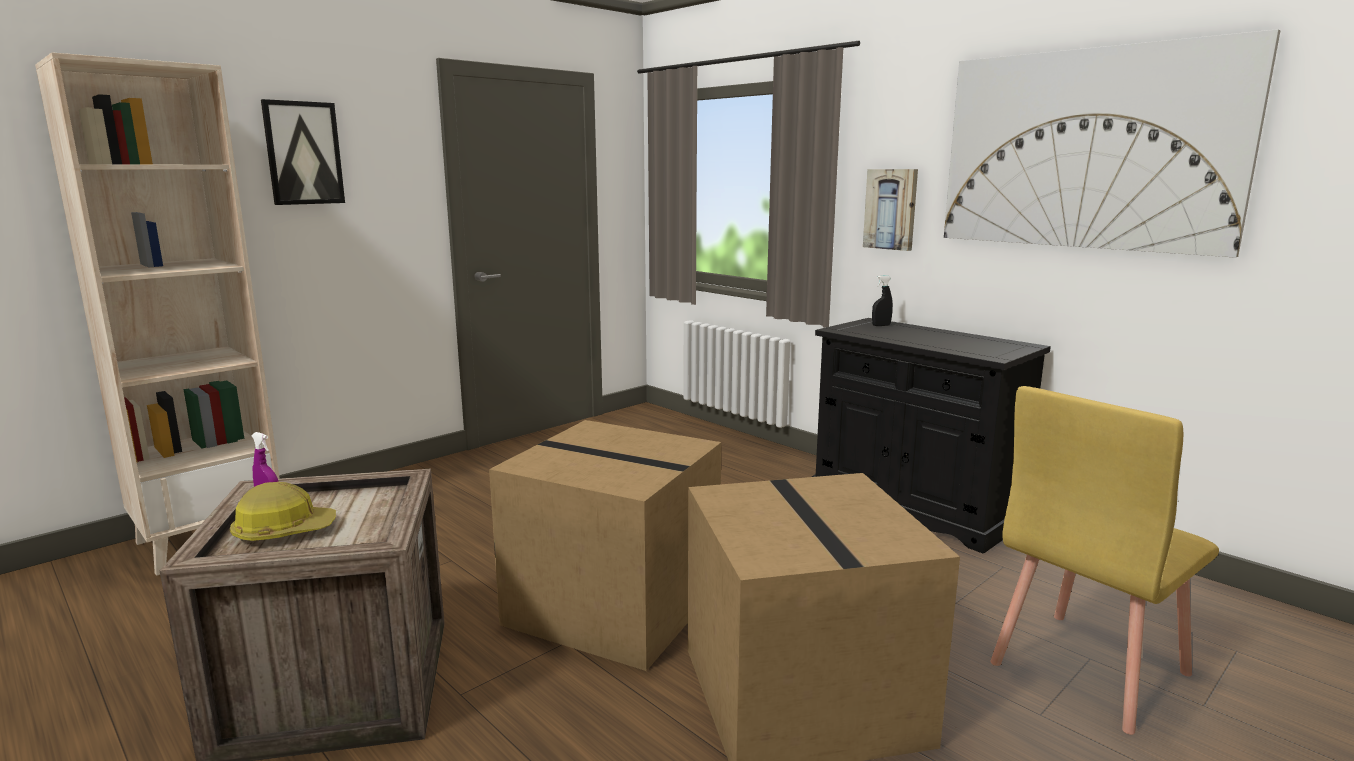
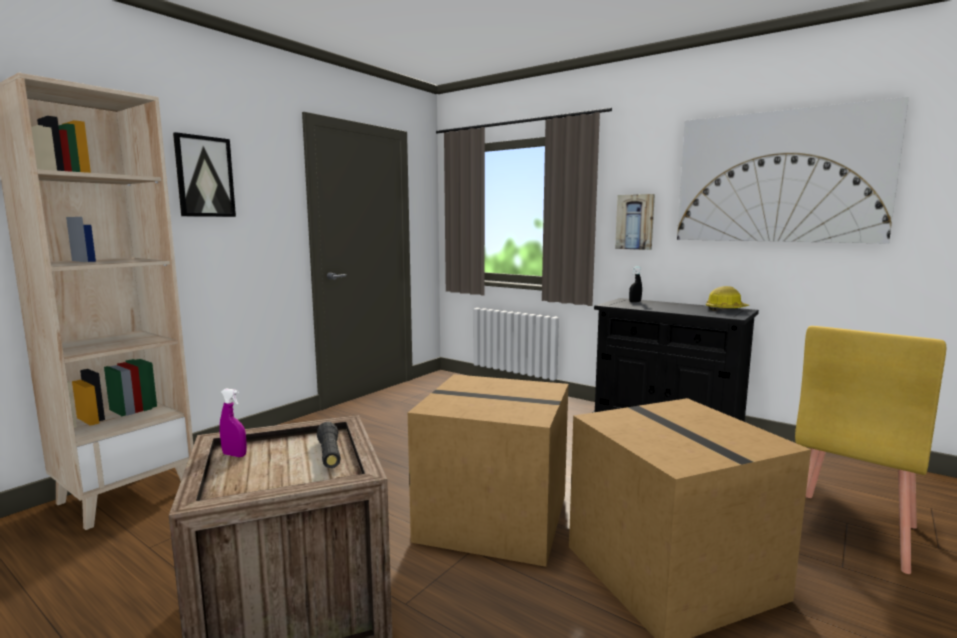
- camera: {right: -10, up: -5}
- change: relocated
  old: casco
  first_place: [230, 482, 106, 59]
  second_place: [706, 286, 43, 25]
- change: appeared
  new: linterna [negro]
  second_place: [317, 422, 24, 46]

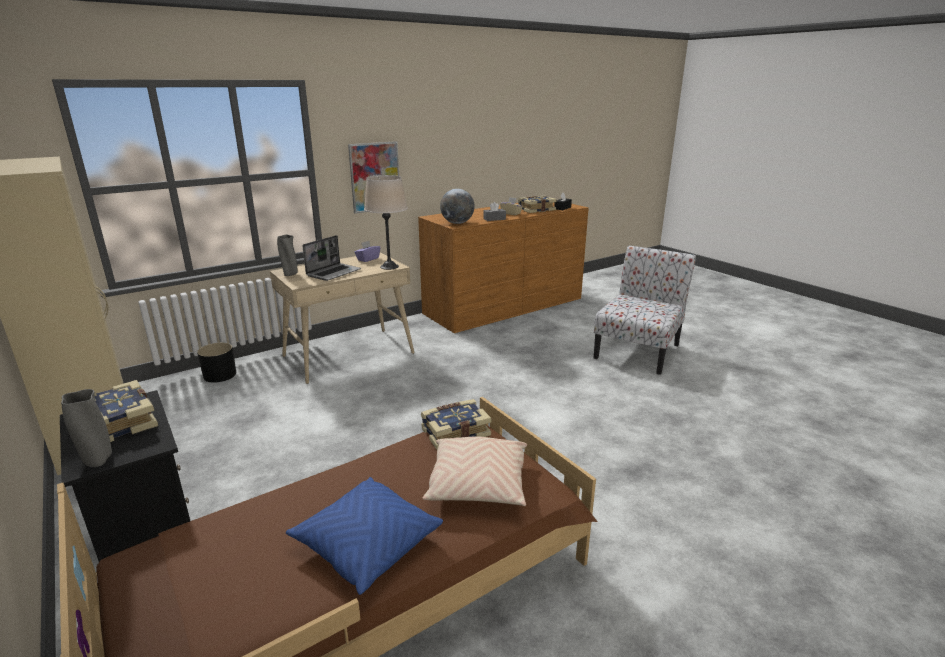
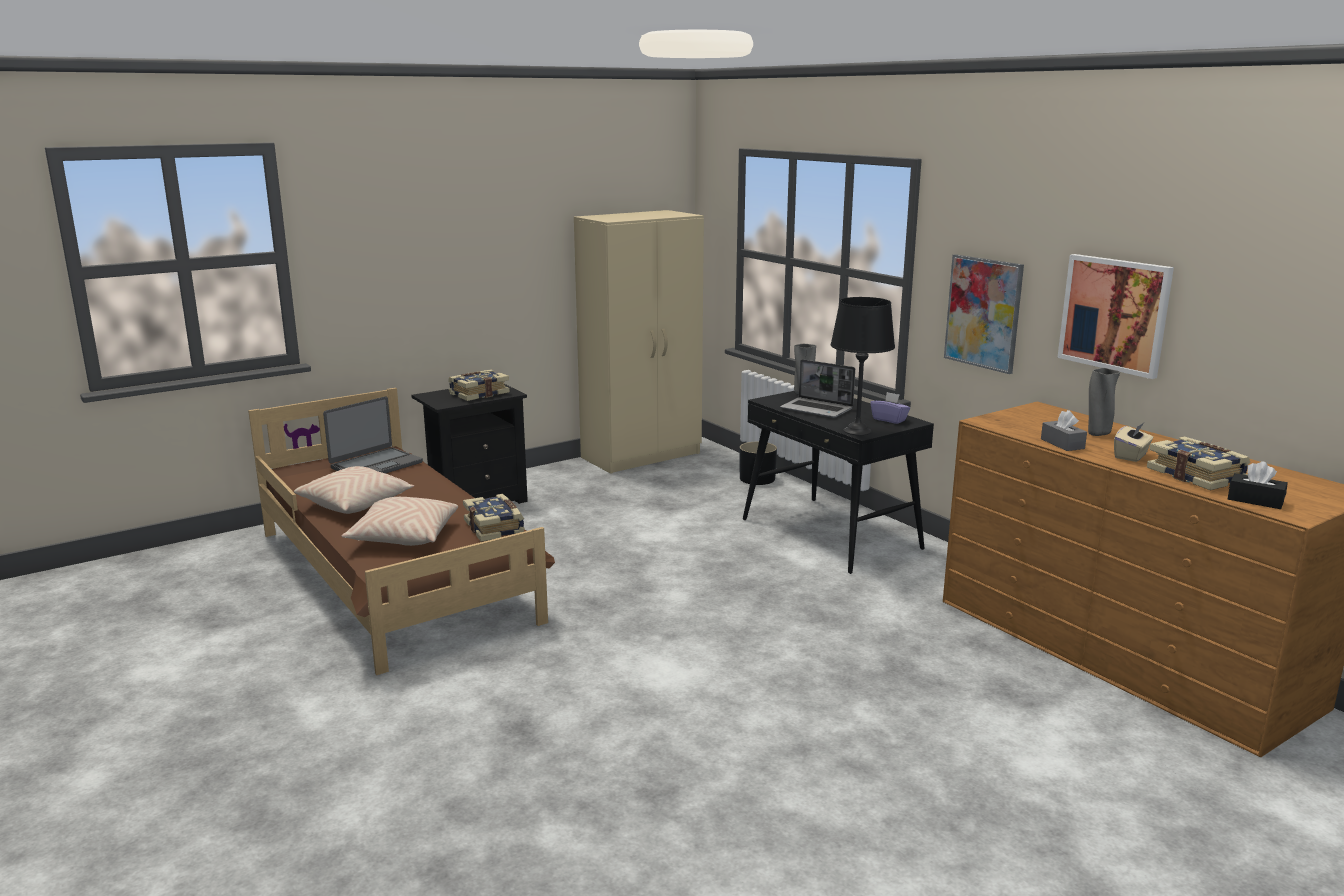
- camera: {right: 90, up: -5}
- change: relocated
  old: florero [gris]
  first_place: [61, 389, 51, 78]
  second_place: [1088, 368, 32, 68]
- change: colour
  old: escritorio [beis]
  new: escritorio [negro]
  first_place: [270, 253, 144, 131]
  second_place: [743, 391, 191, 183]
- change: colour
  old: cojín [azul]
  new: cojín [beis]
  first_place: [286, 477, 157, 118]
  second_place: [294, 466, 120, 48]
- change: colour
  old: lámpara de mesa [beis]
  new: lámpara de mesa [negro]
  first_place: [364, 175, 44, 95]
  second_place: [831, 297, 64, 138]
- change: missing
  old: globo terráqueo
  first_place: [440, 189, 35, 35]
- change: missing
  old: silla
  first_place: [594, 246, 102, 129]
- change: appeared
  new: portátil
  second_place: [323, 396, 100, 77]
- change: appeared
  new: cuadro
  second_place: [1057, 254, 117, 125]

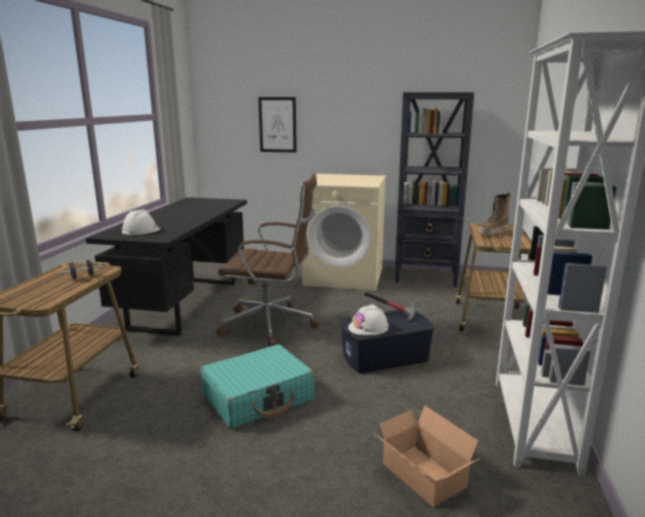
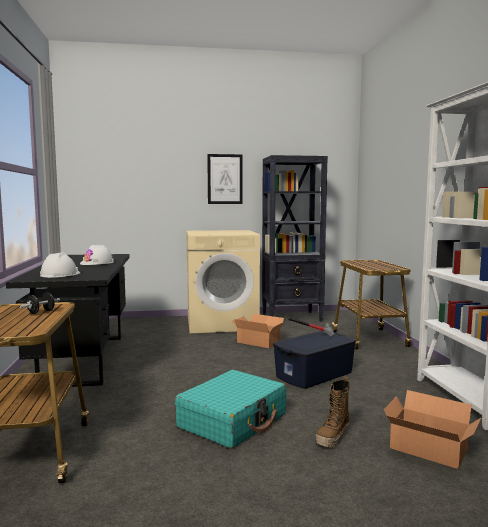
- camera: {right: -20, up: -10}
- change: missing
  old: silla de oficina [marrón]
  first_place: [216, 173, 103, 174]
- change: relocated
  old: cuadro
  first_place: [258, 97, 39, 56]
  second_place: [207, 154, 36, 50]
- change: relocated
  old: casco [blanco]
  first_place: [348, 304, 41, 32]
  second_place: [80, 245, 34, 20]
- change: relocated
  old: bota
  first_place: [478, 192, 33, 44]
  second_place: [316, 377, 33, 70]
- change: appeared
  new: caja de cartón
  second_place: [233, 314, 51, 34]

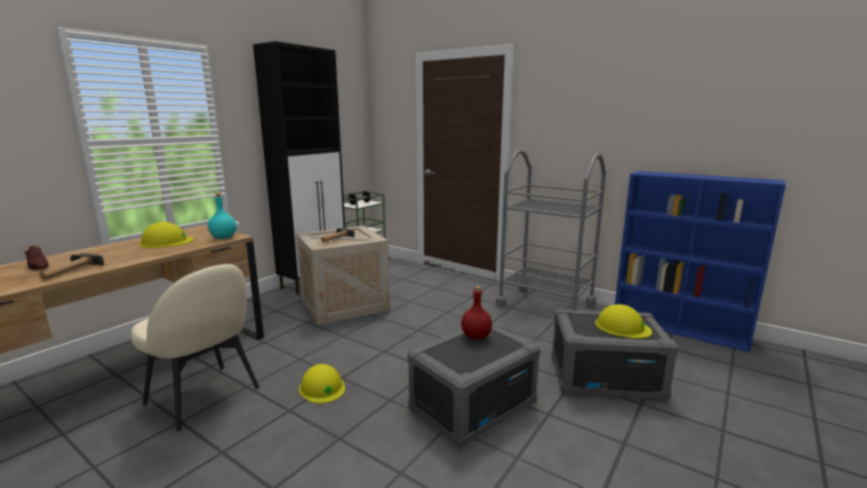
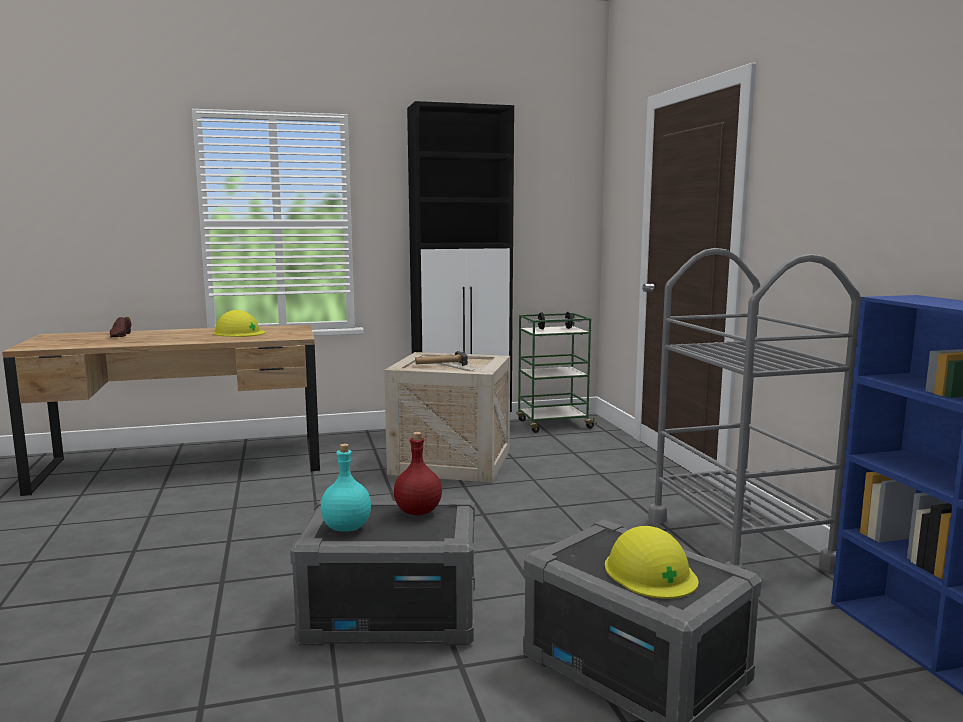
- camera: {right: 40, up: -5}
- change: missing
  old: martillo
  first_place: [39, 254, 65, 26]
- change: missing
  old: silla [beis]
  first_place: [131, 264, 128, 167]
- change: relocated
  old: botella [turquesa]
  first_place: [208, 193, 28, 46]
  second_place: [321, 444, 50, 88]
- change: missing
  old: casco [amarillo]
  first_place: [299, 364, 46, 40]

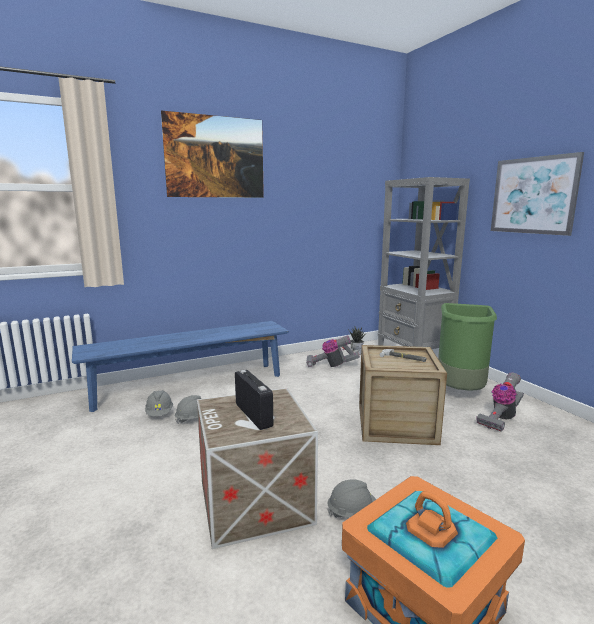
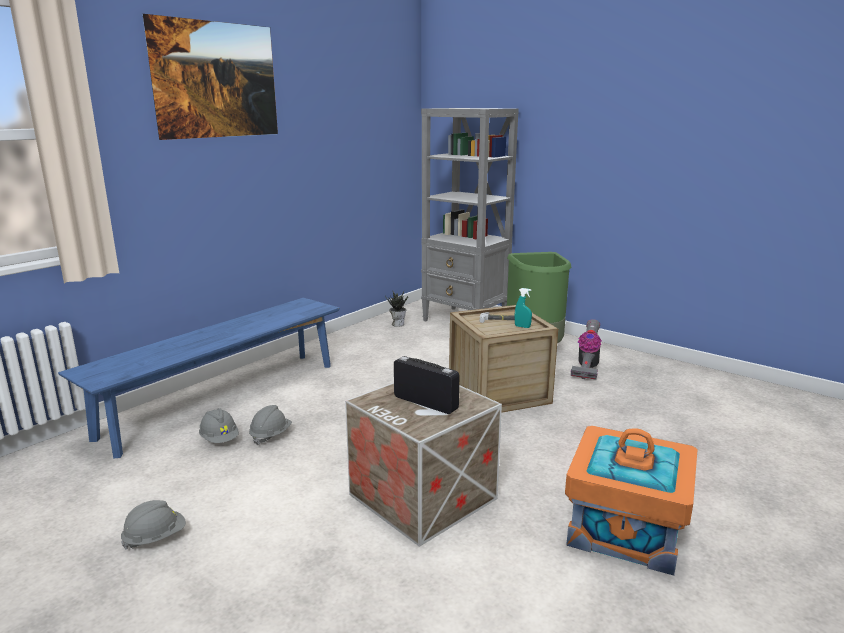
- camera: {right: -25, up: 5}
- change: missing
  old: aspiradora
  first_place: [306, 335, 54, 32]
- change: relocated
  old: casco [gris]
  first_place: [327, 479, 49, 39]
  second_place: [121, 500, 65, 50]
- change: missing
  old: cuadro
  first_place: [491, 152, 93, 84]
- change: appeared
  new: pulverizador [turquesa]
  second_place: [515, 288, 17, 40]

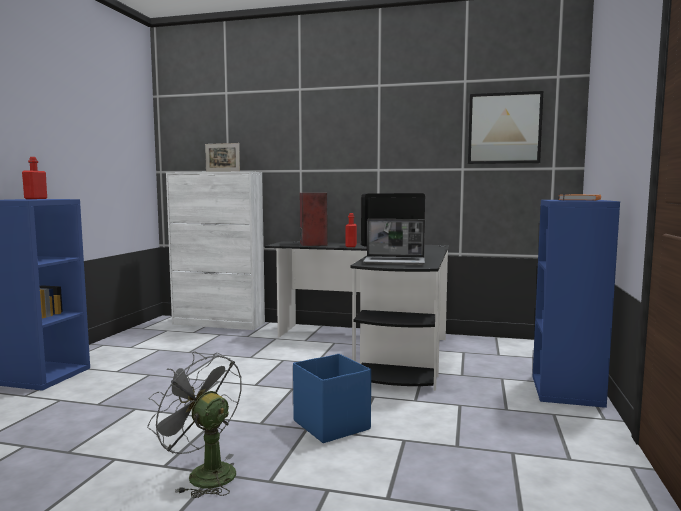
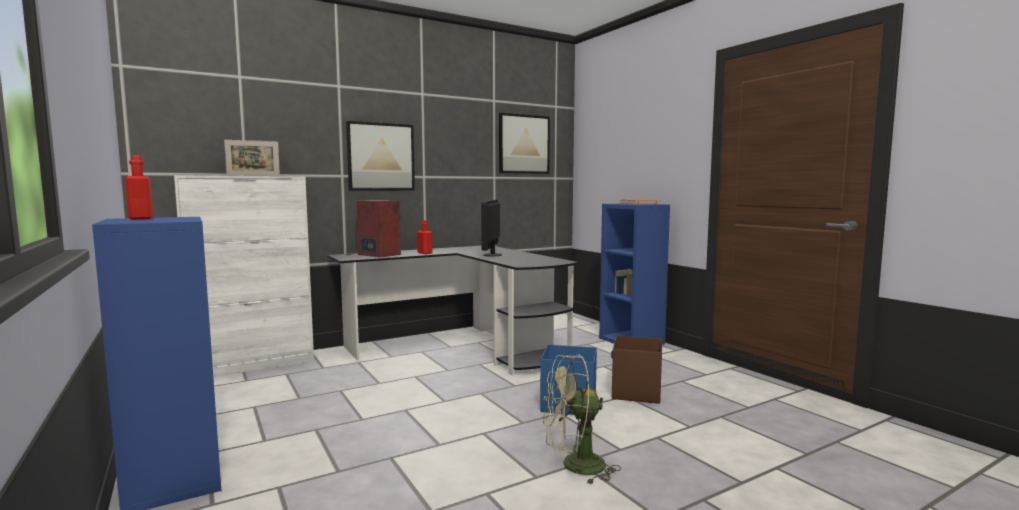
- camera: {right: -45, up: 0}
- change: colour
  old: ventilador [gris]
  new: ventilador [verde]
  first_place: [147, 352, 95, 146]
  second_place: [543, 355, 78, 129]
- change: missing
  old: portátil
  first_place: [363, 219, 62, 46]
- change: appeared
  new: cuadro
  second_place: [346, 121, 69, 70]
- change: appeared
  new: caja de almacenaje [marrón]
  second_place: [611, 336, 51, 68]

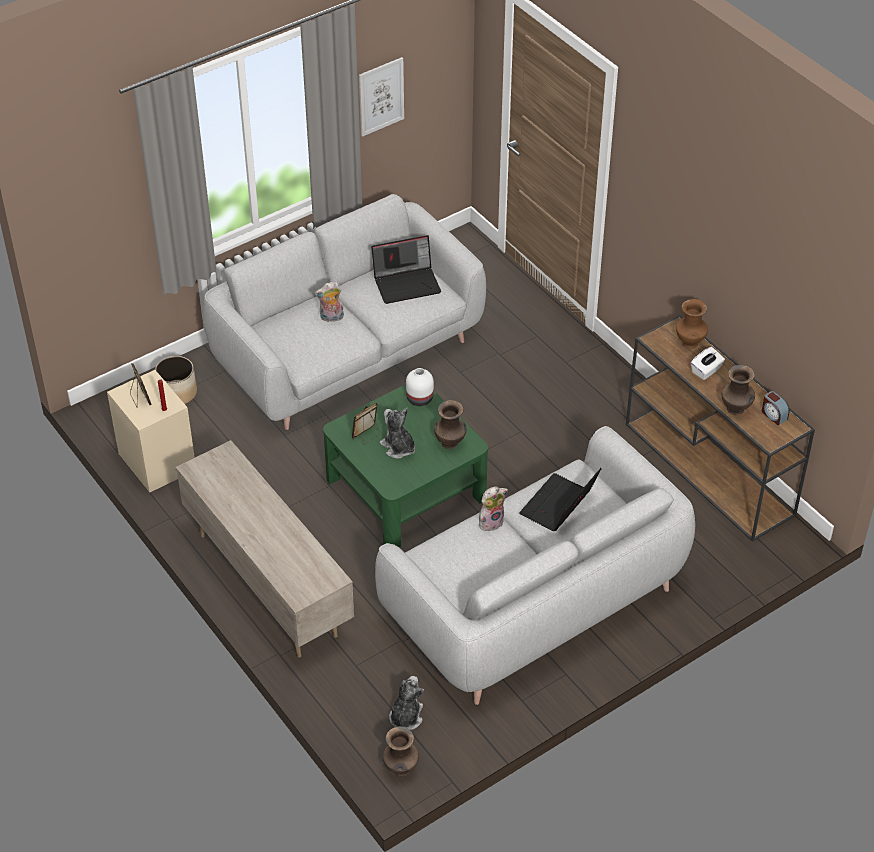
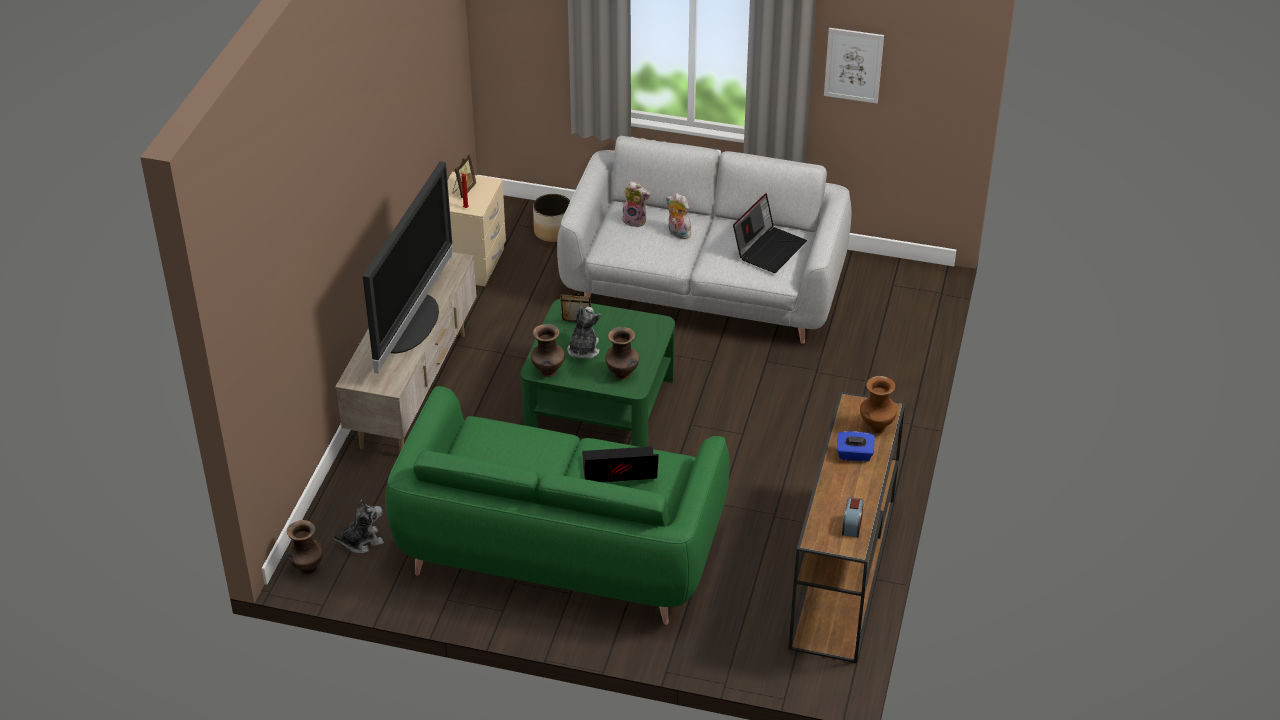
- camera: {right: 50, up: -5}
- change: spun
  old: portátil
  first_place: [371, 235, 70, 69]
  second_place: [733, 193, 74, 80]
  degrees: -90
- change: colour
  old: sofá [gris]
  new: sofá [verde]
  first_place: [375, 426, 320, 279]
  second_place: [386, 386, 344, 239]
- change: missing
  old: florero [blanco]
  first_place: [406, 368, 28, 38]
- change: relocated
  old: peluche
  first_place: [479, 487, 29, 44]
  second_place: [622, 181, 28, 46]
- change: colour
  old: caja de pañuelos [blanco]
  new: caja de pañuelos [azul]
  first_place: [691, 347, 34, 33]
  second_place: [837, 431, 38, 30]
- change: relocated
  old: florero [marrón]
  first_place: [722, 365, 33, 50]
  second_place: [531, 324, 34, 53]
- change: appeared
  new: televisor
  second_place: [363, 161, 89, 213]

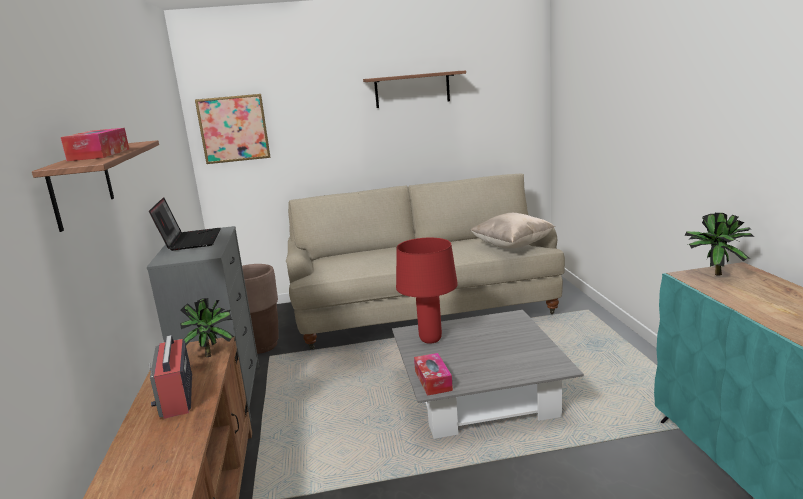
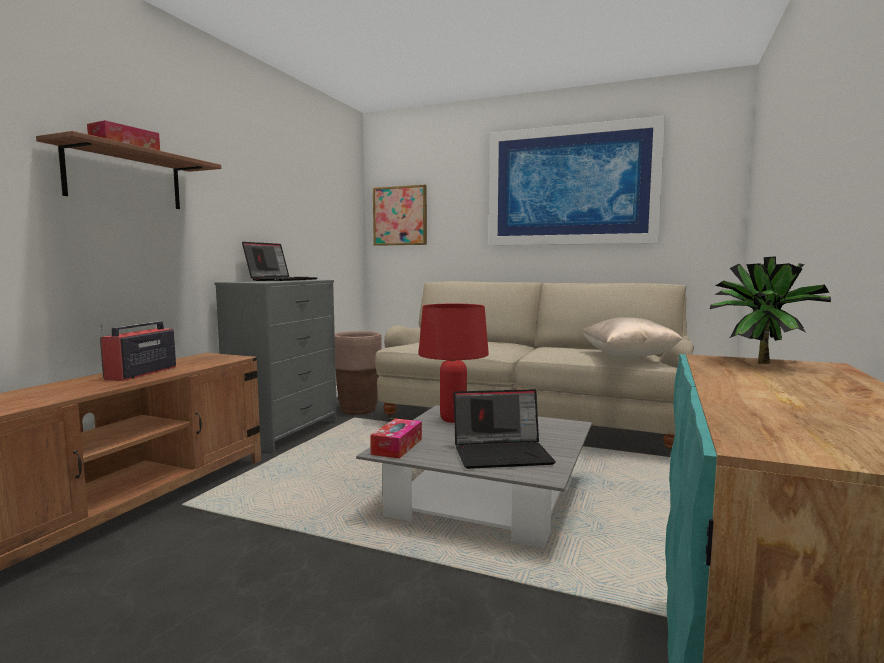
- camera: {right: 30, up: -10}
- change: missing
  old: planta en maceta
  first_place: [180, 298, 54, 59]
- change: exchanged
  old: estante
  new: cuadro
  first_place: [363, 71, 103, 37]
  second_place: [489, 116, 176, 130]
- change: appeared
  new: portátil
  second_place: [453, 389, 103, 80]

